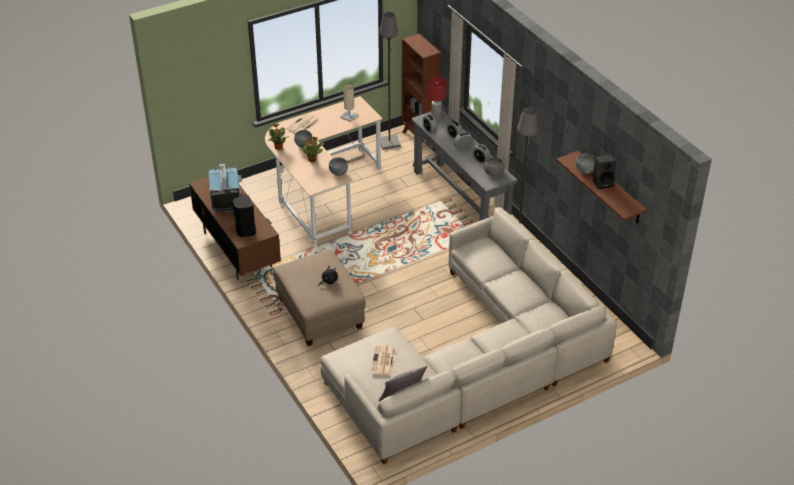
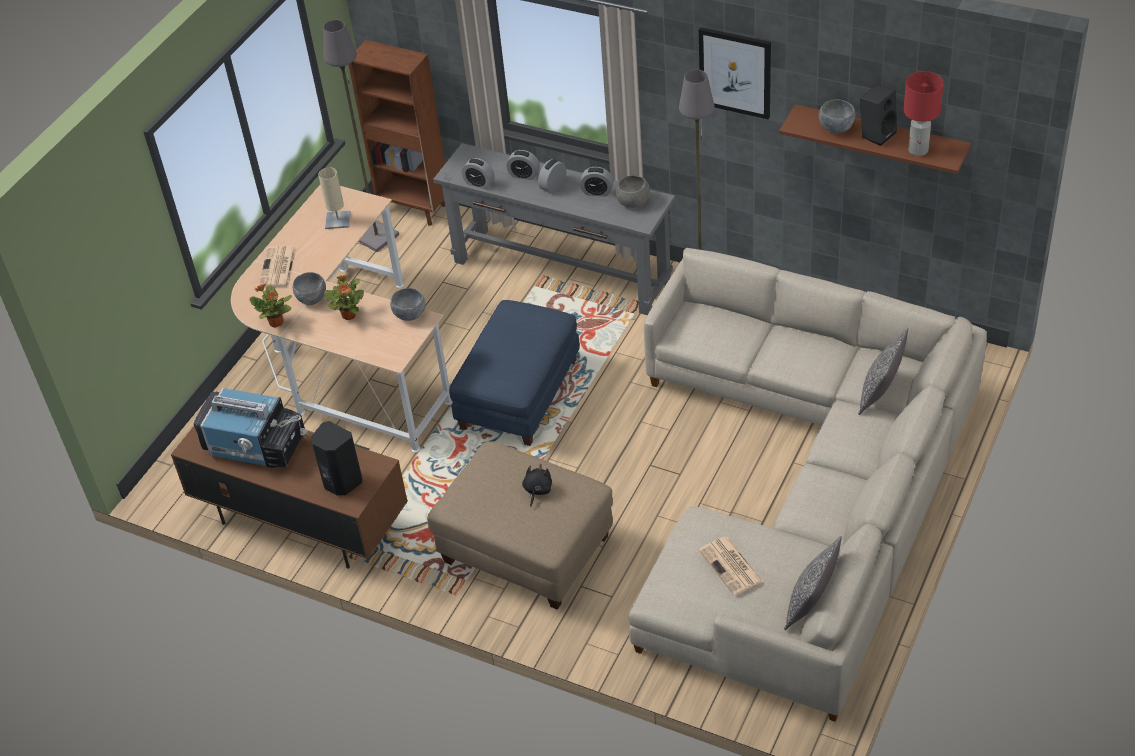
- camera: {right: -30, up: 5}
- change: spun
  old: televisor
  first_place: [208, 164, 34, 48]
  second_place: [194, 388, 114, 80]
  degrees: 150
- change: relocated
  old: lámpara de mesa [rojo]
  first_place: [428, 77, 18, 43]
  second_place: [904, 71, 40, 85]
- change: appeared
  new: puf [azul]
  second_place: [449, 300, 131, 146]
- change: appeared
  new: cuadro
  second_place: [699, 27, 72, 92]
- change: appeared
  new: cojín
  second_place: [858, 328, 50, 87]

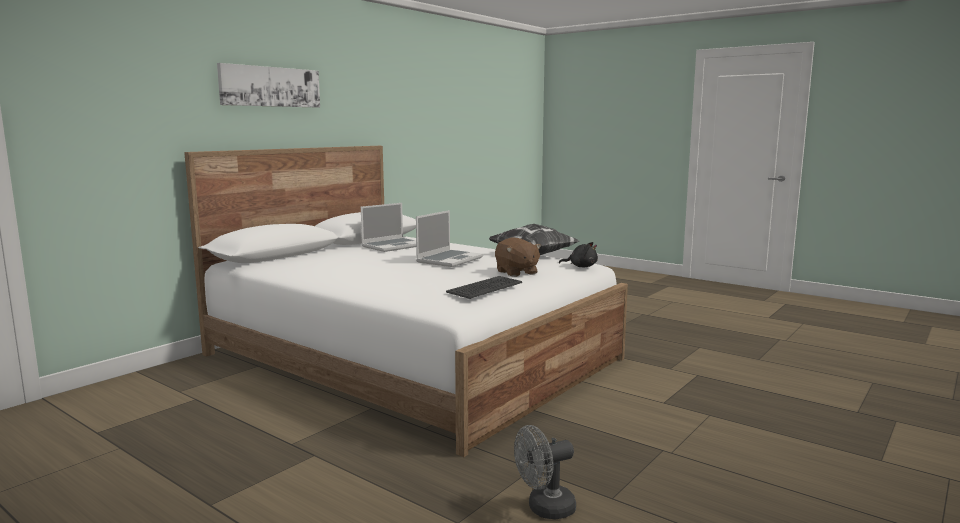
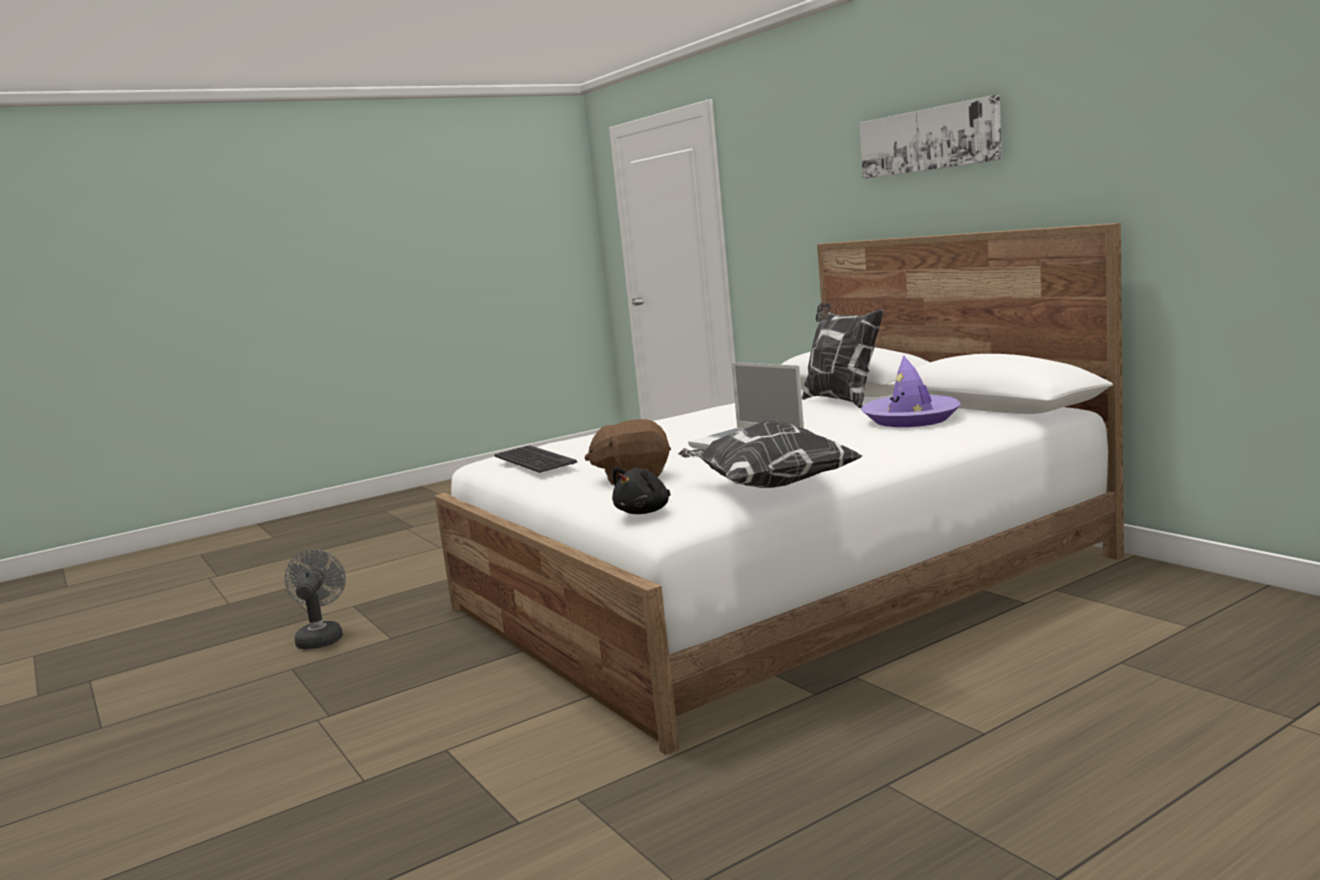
- camera: {right: 110, up: 0}
- change: exchanged
  old: portátil
  new: sombrero [morado]
  first_place: [361, 203, 55, 49]
  second_place: [861, 355, 100, 72]
- change: appeared
  new: cojín
  second_place: [802, 302, 81, 106]

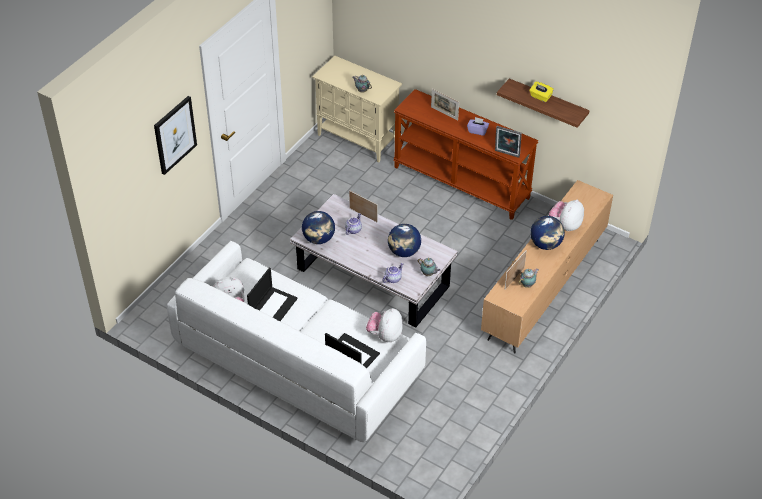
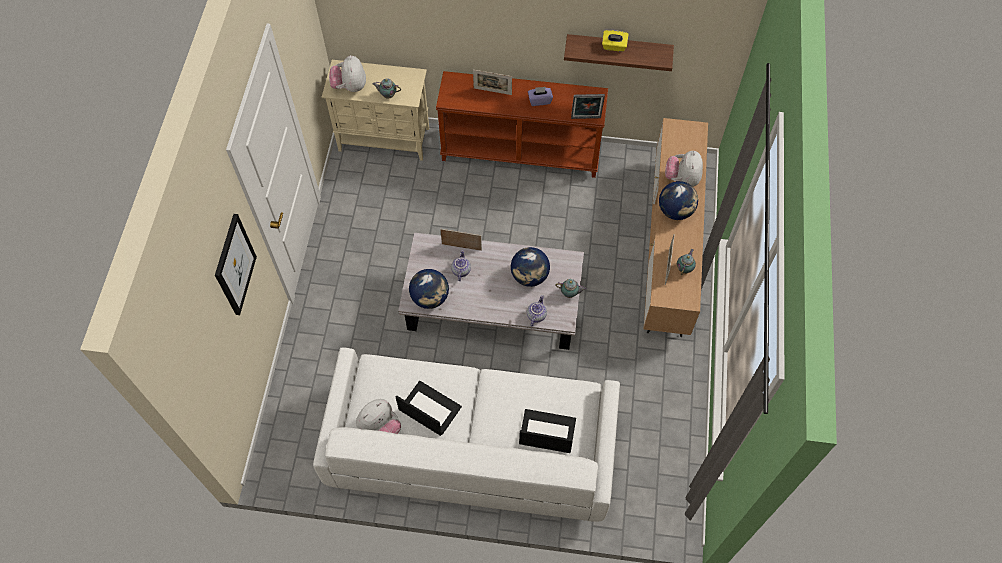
- camera: {right: -25, up: 15}
- change: spun
  old: portátil
  first_place: [247, 268, 51, 53]
  second_place: [396, 381, 66, 55]
  degrees: -60
- change: relocated
  old: peluche
  first_place: [366, 308, 36, 34]
  second_place: [329, 55, 37, 37]

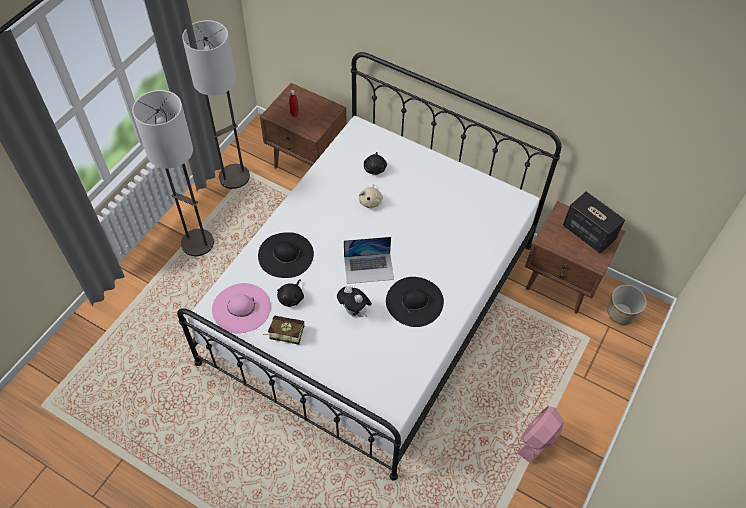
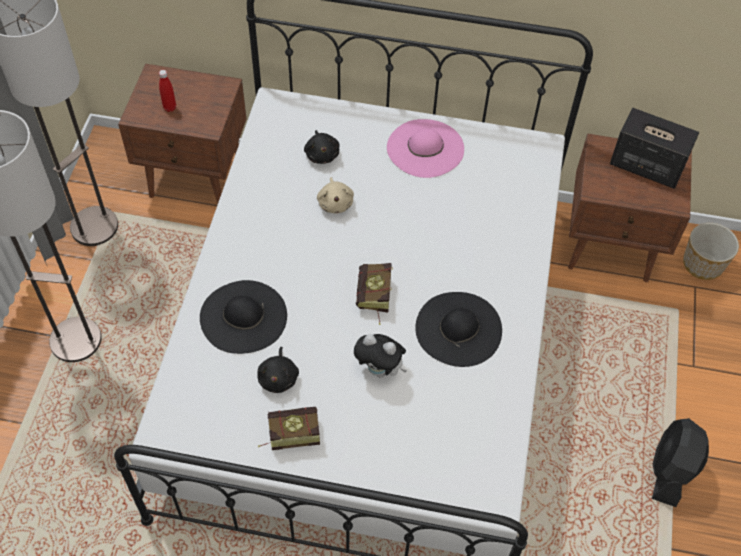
- camera: {right: -20, up: 0}
- change: relocated
  old: sombrero [rosa]
  first_place: [212, 283, 59, 50]
  second_place: [387, 119, 77, 59]
- change: exchanged
  old: portátil
  new: libro
  first_place: [344, 237, 50, 47]
  second_place: [356, 263, 37, 62]
- change: colour
  old: ventilador [rosa]
  new: ventilador [negro]
  first_place: [517, 406, 47, 58]
  second_place: [652, 418, 57, 89]

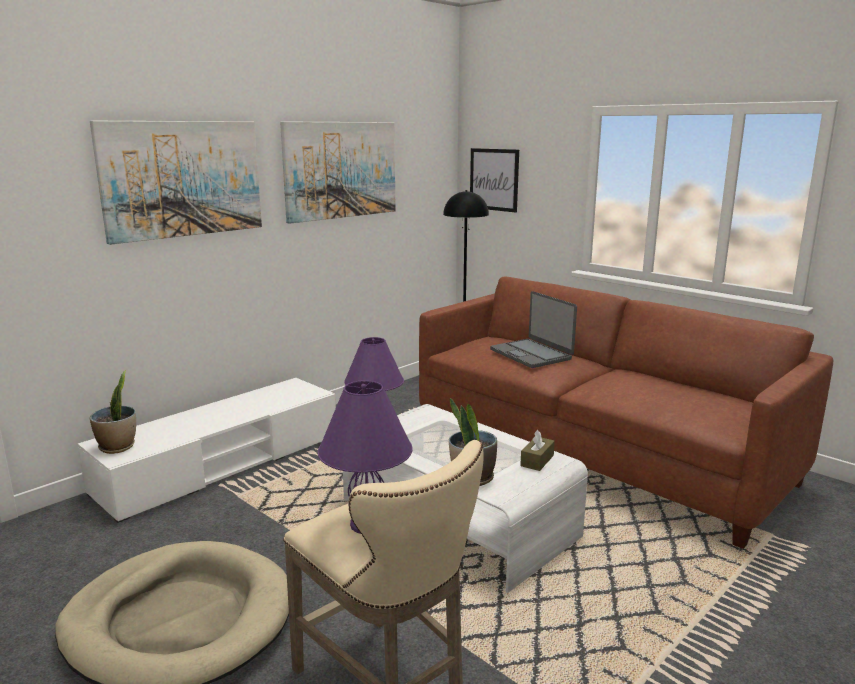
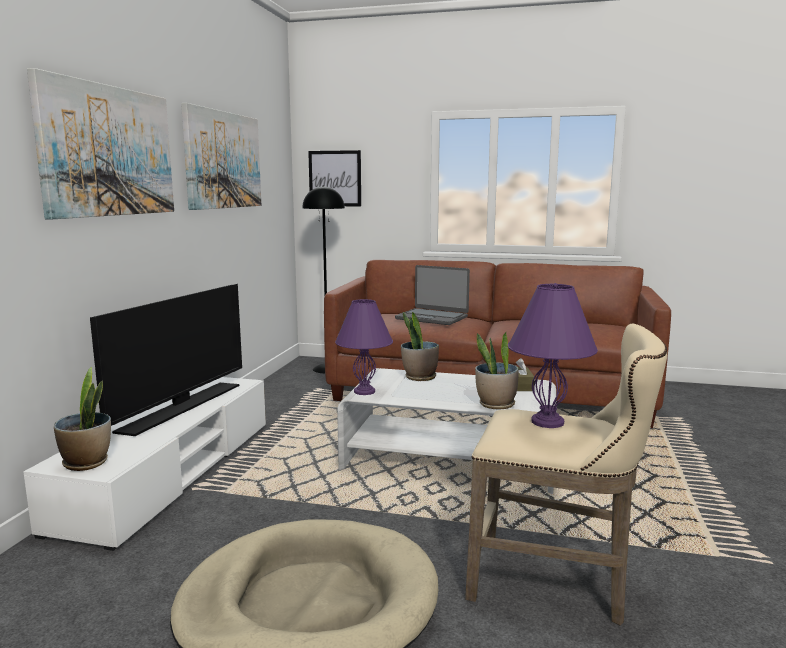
- camera: {right: -30, up: -5}
- change: appeared
  new: televisor
  second_place: [90, 284, 152, 152]
- change: appeared
  new: planta en maceta
  second_place: [401, 312, 38, 69]

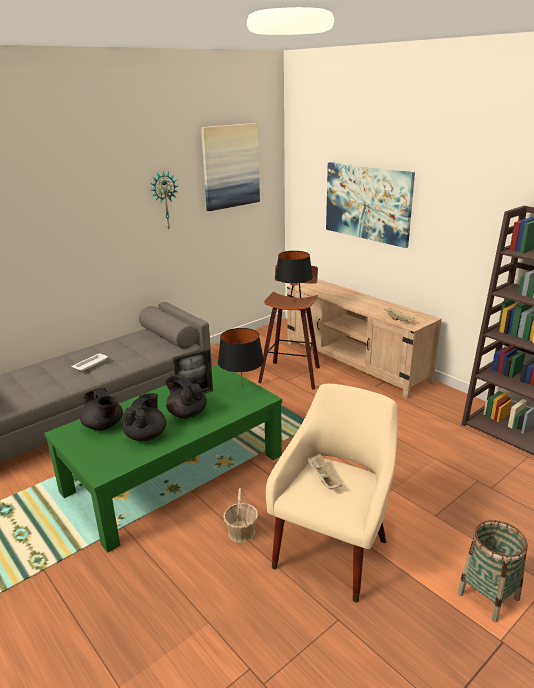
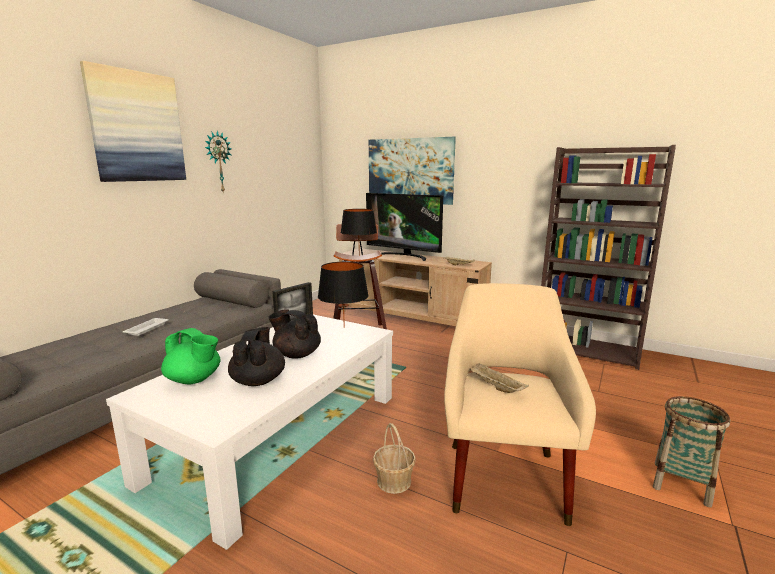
- camera: {right: -20, up: -10}
- change: colour
  old: mesa de centro [verde]
  new: mesa de centro [blanco]
  first_place: [44, 365, 238, 188]
  second_place: [106, 314, 287, 236]
- change: colour
  old: tetera [negro]
  new: tetera [verde]
  first_place: [80, 388, 43, 43]
  second_place: [161, 328, 60, 57]
- change: relocated
  old: cuadro
  first_place: [201, 123, 59, 88]
  second_place: [80, 61, 106, 121]
- change: appeared
  new: televisor
  second_place: [366, 193, 77, 68]

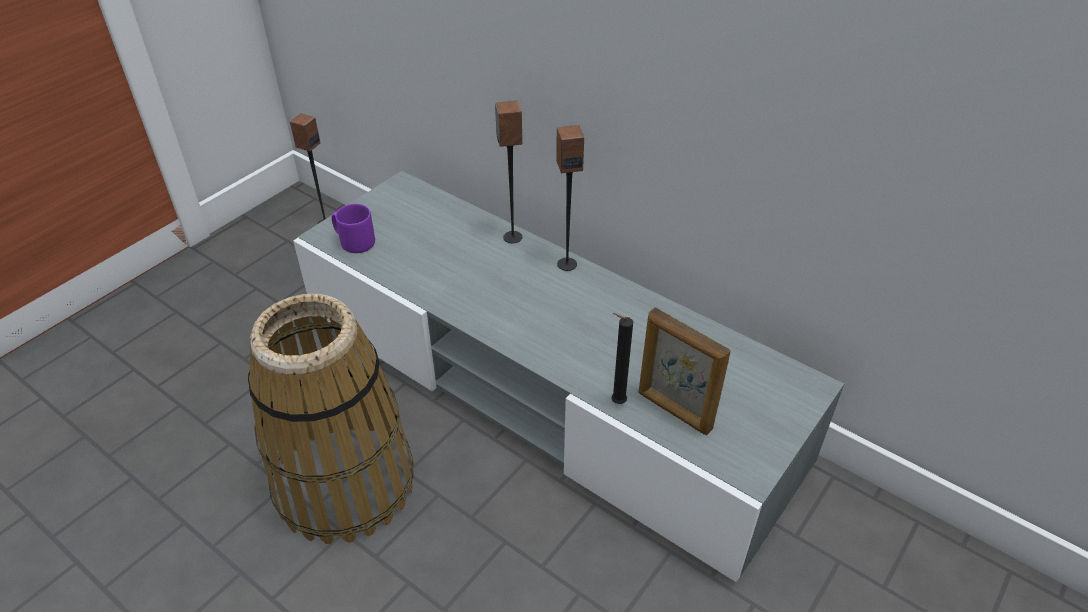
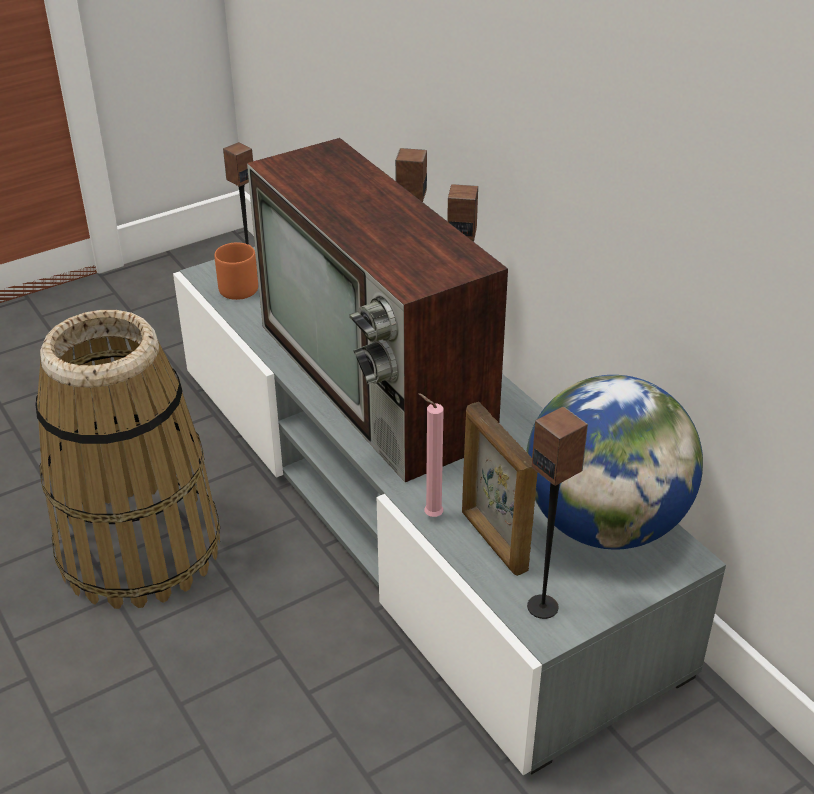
- camera: {right: 20, up: -5}
- change: colour
  old: taza grande [morado]
  new: taza grande [naranja]
  first_place: [332, 204, 43, 49]
  second_place: [214, 242, 44, 58]
- change: colour
  old: vela [negro]
  new: vela [rosa]
  first_place: [611, 313, 22, 91]
  second_place: [418, 393, 26, 124]
- change: appeared
  new: televisor
  second_place: [247, 138, 261, 344]
- change: appeared
  new: globo terráqueo
  second_place: [526, 375, 177, 175]
- change: appeared
  new: altavoz
  second_place: [527, 407, 61, 212]

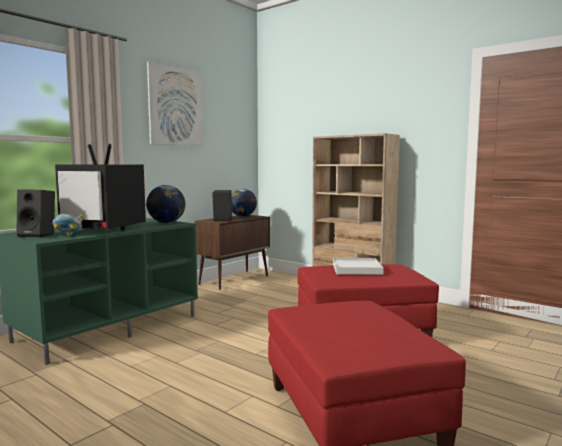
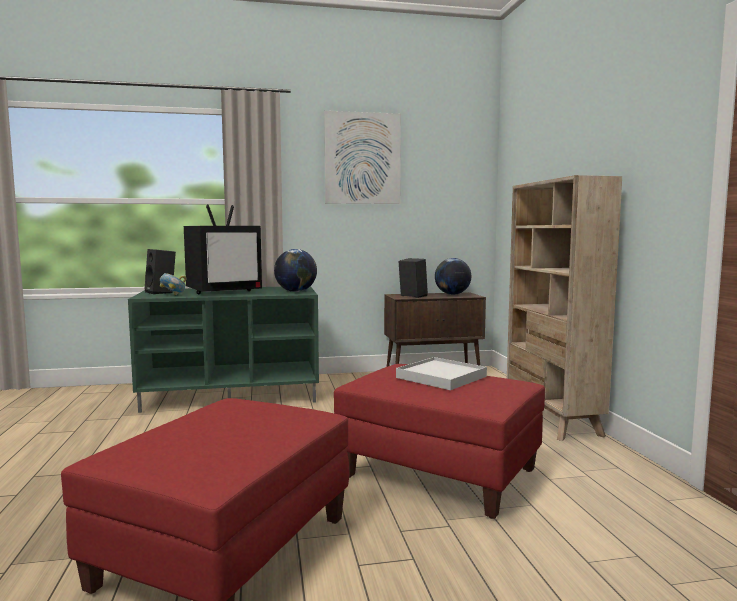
- camera: {right: 40, up: 0}
- change: spun
  old: televisor
  first_place: [55, 144, 91, 87]
  second_place: [184, 204, 78, 91]
  degrees: -90

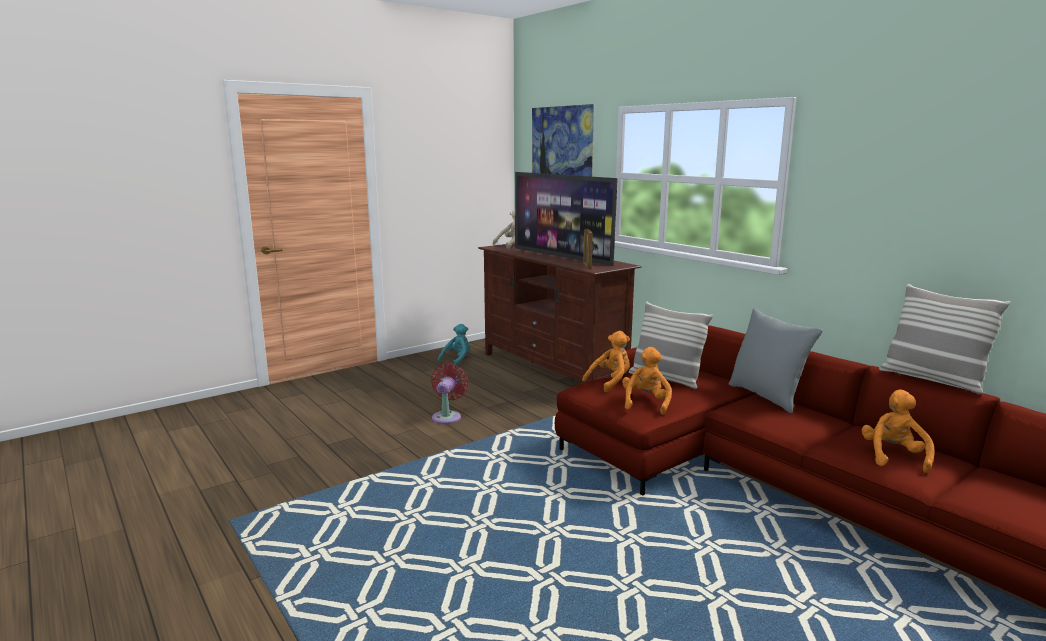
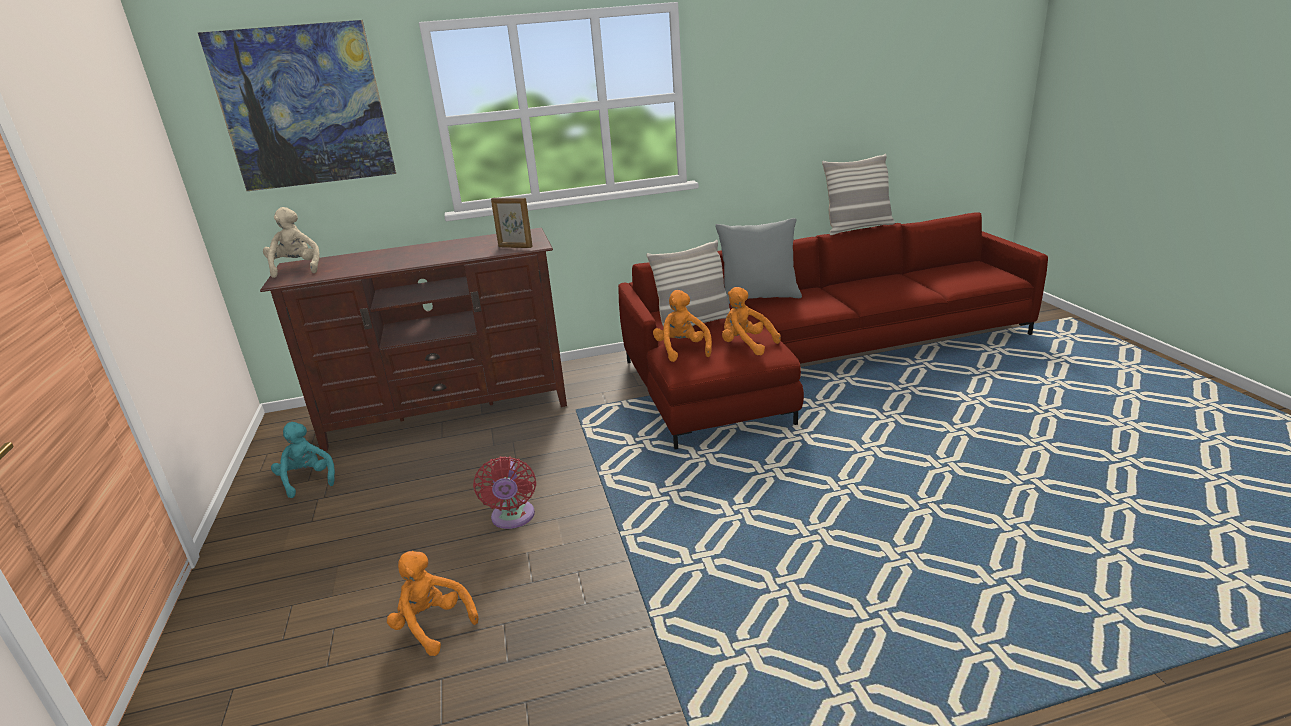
- camera: {right: -65, up: 10}
- change: spun
  old: ventilador [rojo]
  first_place: [431, 363, 38, 61]
  second_place: [473, 456, 63, 73]
  degrees: -135
- change: missing
  old: televisor
  first_place: [515, 172, 103, 94]
- change: relocated
  old: peluche [naranja]
  first_place: [862, 390, 73, 83]
  second_place: [387, 551, 91, 105]

